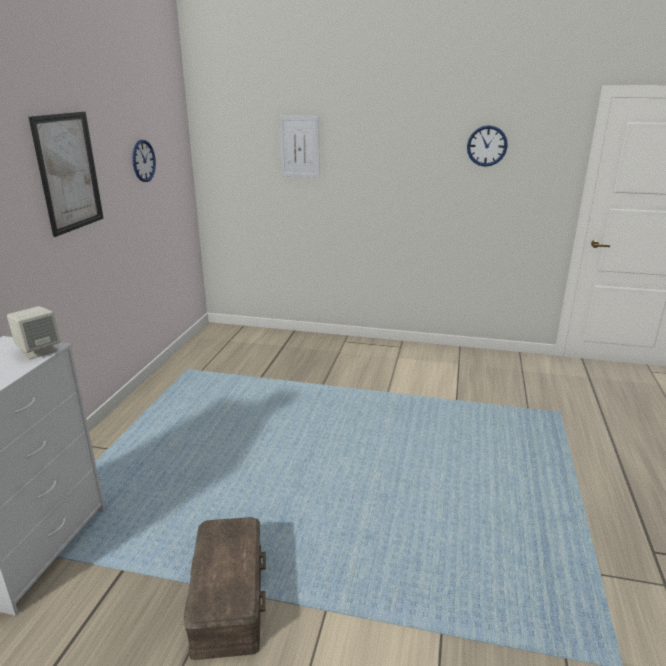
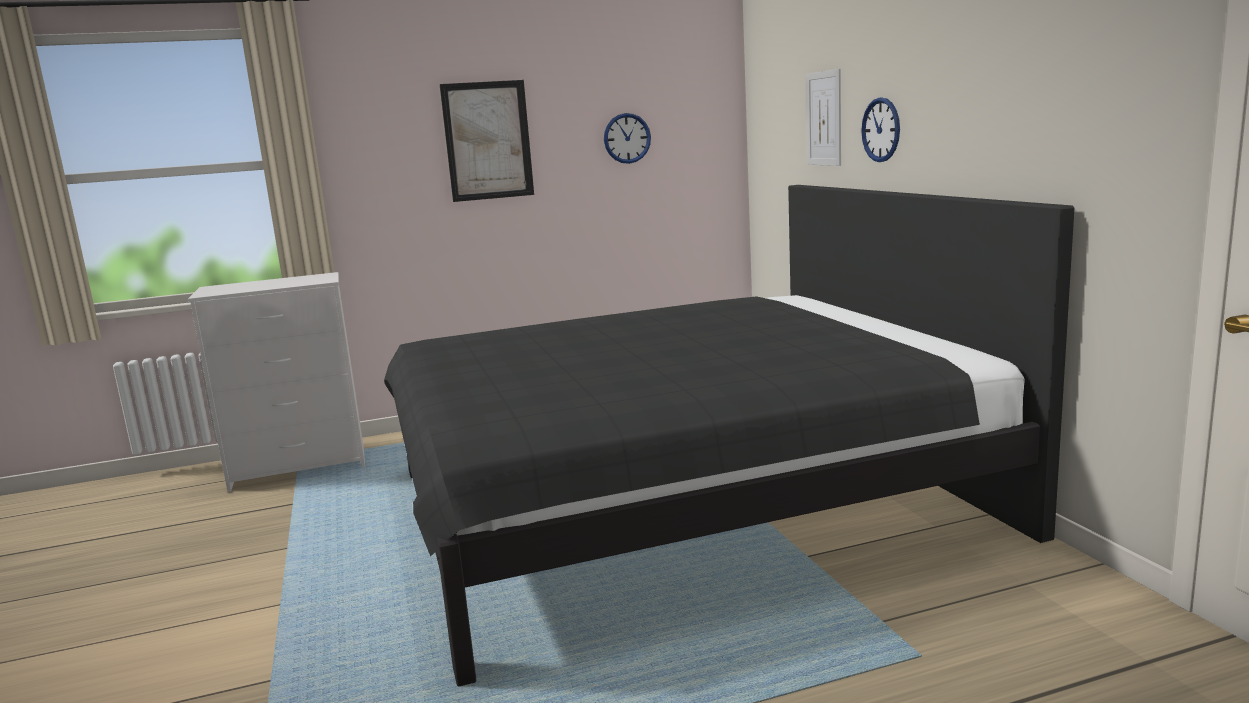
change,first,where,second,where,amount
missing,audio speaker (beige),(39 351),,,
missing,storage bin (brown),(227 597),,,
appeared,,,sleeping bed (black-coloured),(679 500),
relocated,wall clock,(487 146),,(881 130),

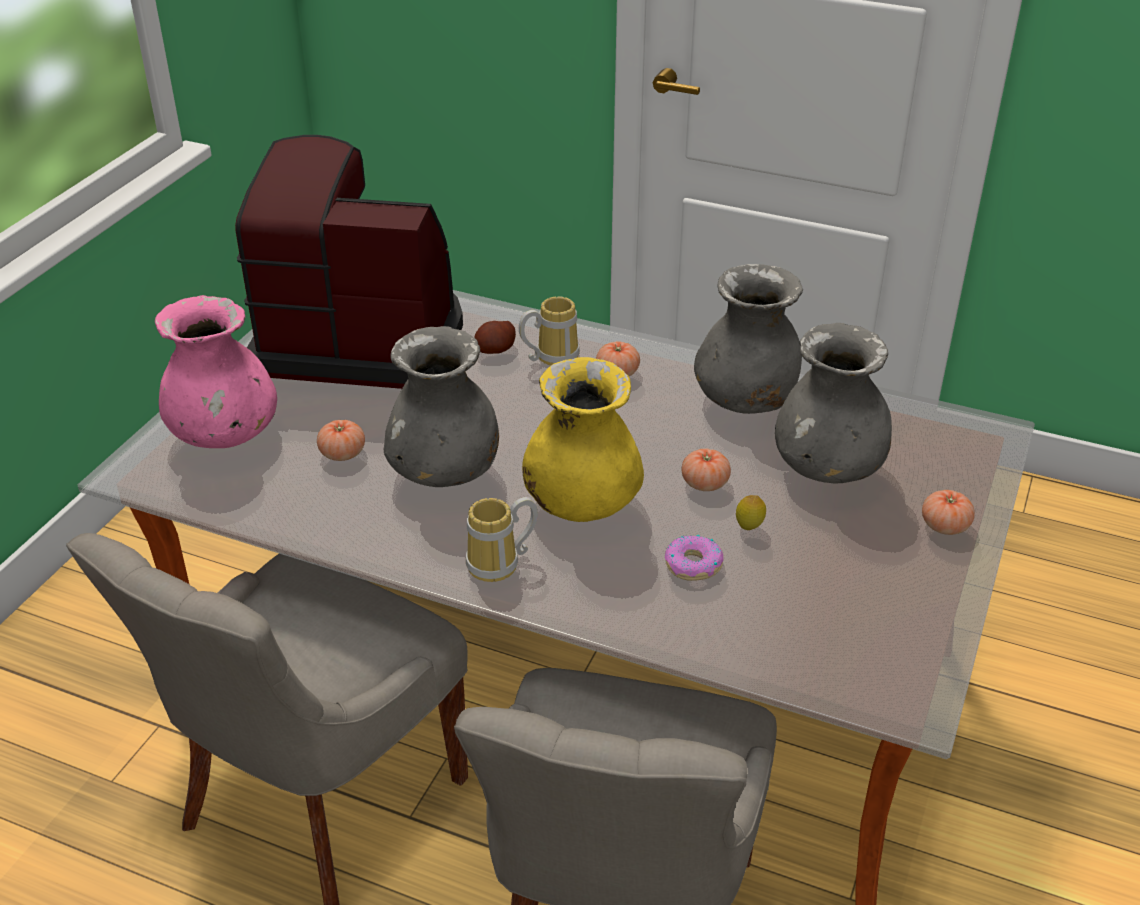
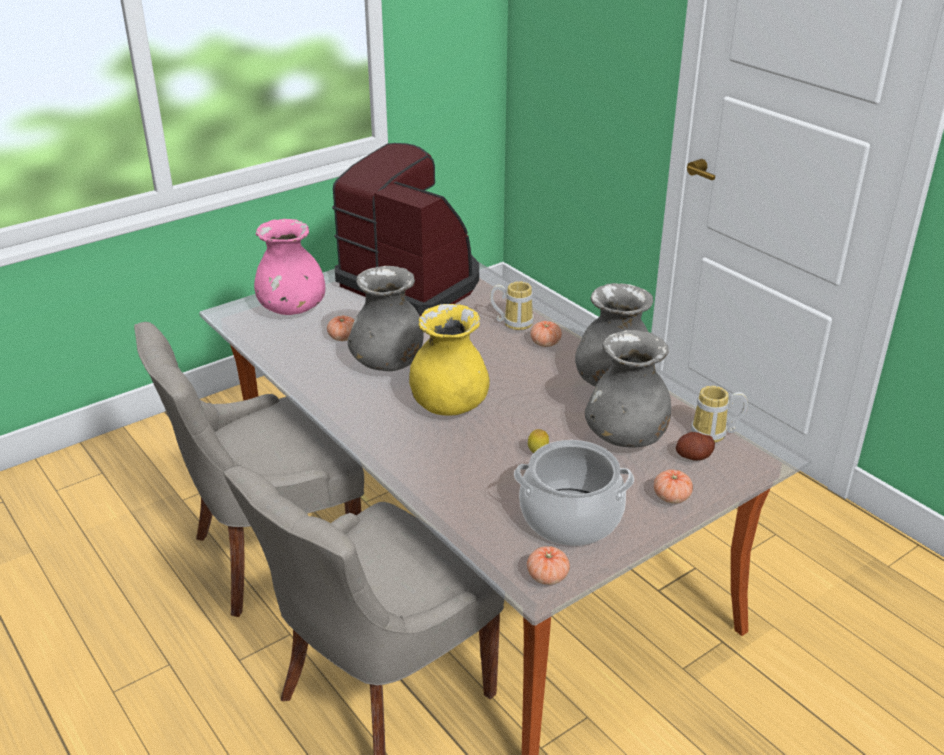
change,first,where,second,where,amount
missing,donut,(693 565),,,
appeared,,,cooking pot,(571 517),
relocated,mug,(500 565),,(714 435),
relocated,whole potato,(495 350),,(694 456),
relocated,fresh tomato,(705 483),,(547 576),

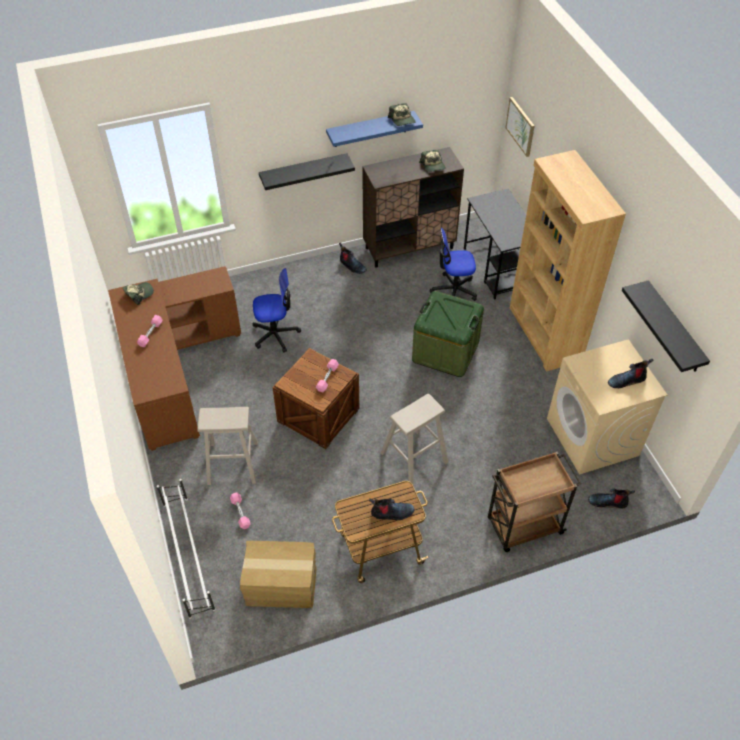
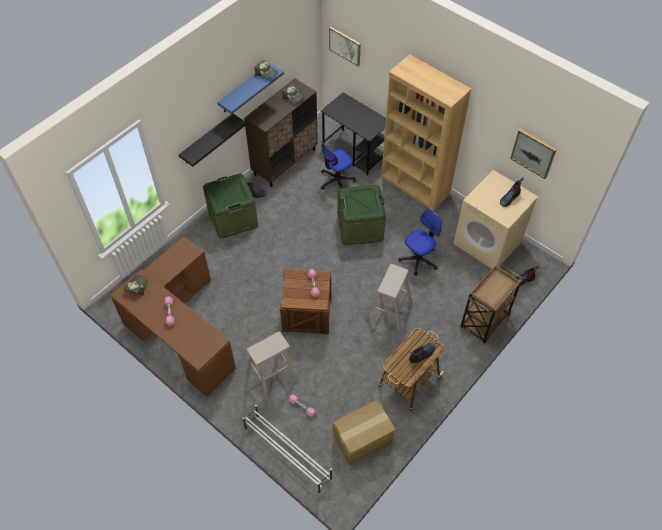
change,first,where,second,where,amount
appeared,,,storage bin (green-coloured),(233 218),
relocated,office chair,(275 334),,(418 259),
exchanged,bracket shelf (black-coloured),(674 328),picture,(533 153),

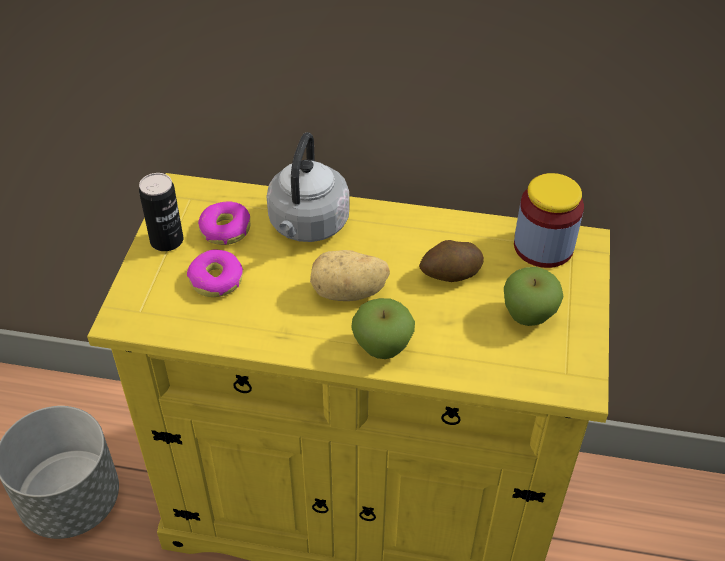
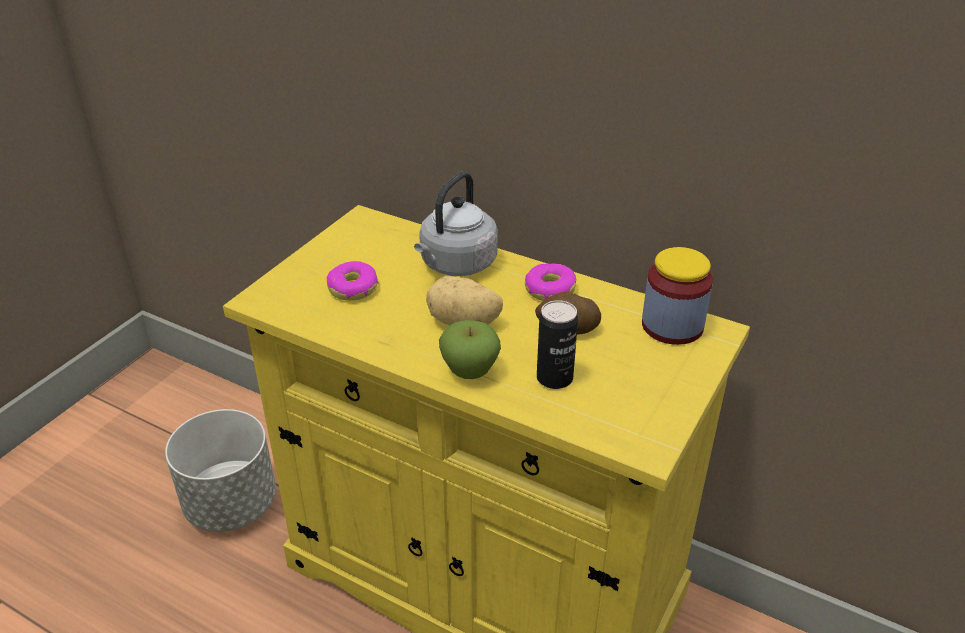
change,first,where,second,where,amount
missing,whole apple,(528 315),,,
relocated,can,(167 241),,(554 378),
relocated,donut,(225 230),,(549 289),

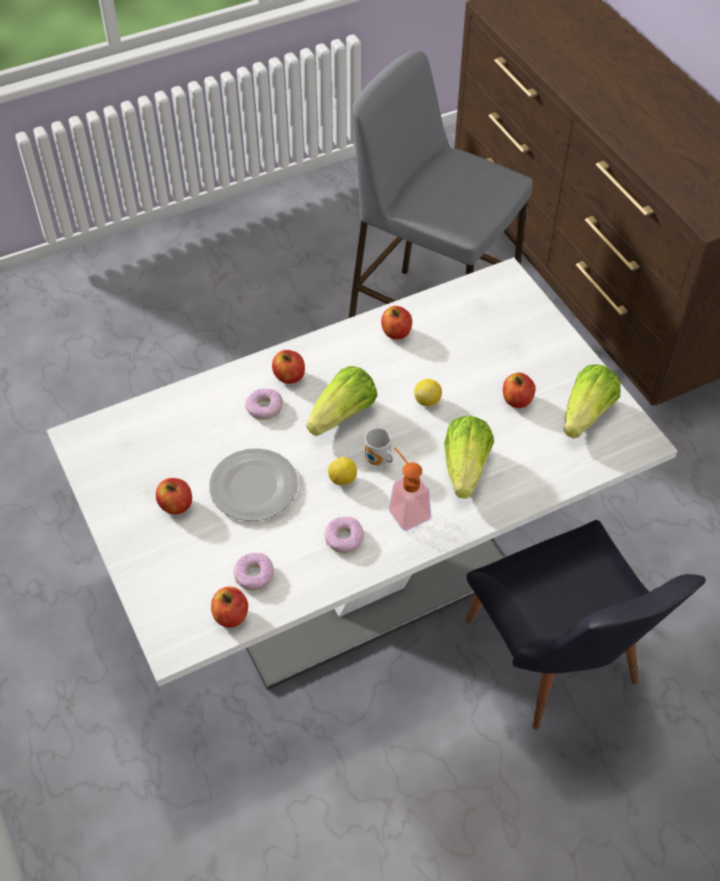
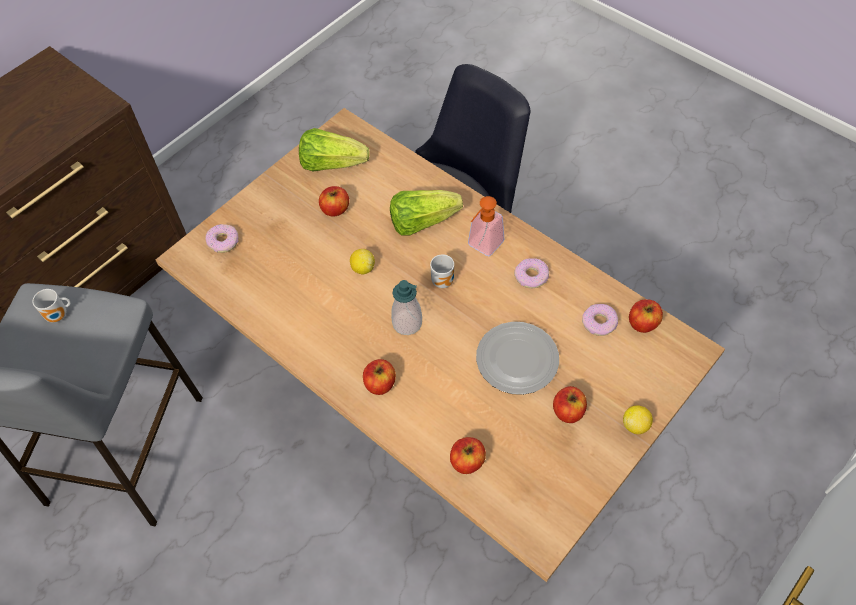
change,first,where,second,where,amount
appeared,,,mug,(59 316),
relocated,donut,(264 408),,(223 241),
relocated,citrus fruit,(342 480),,(635 425),
relocated,whole apple,(396 332),,(467 461),
exchanged,lettuce head,(343 415),soap bottle,(407 323),
colour,dining table (white-coloured),(359 574),dining table (brown),(432 405),

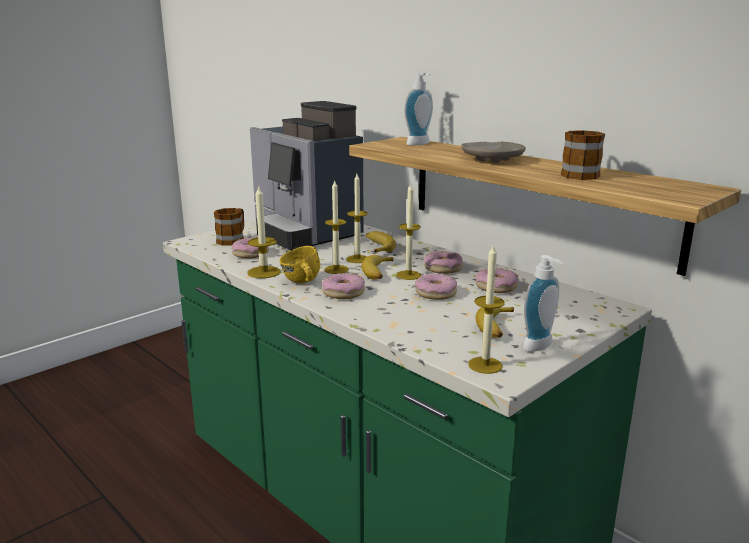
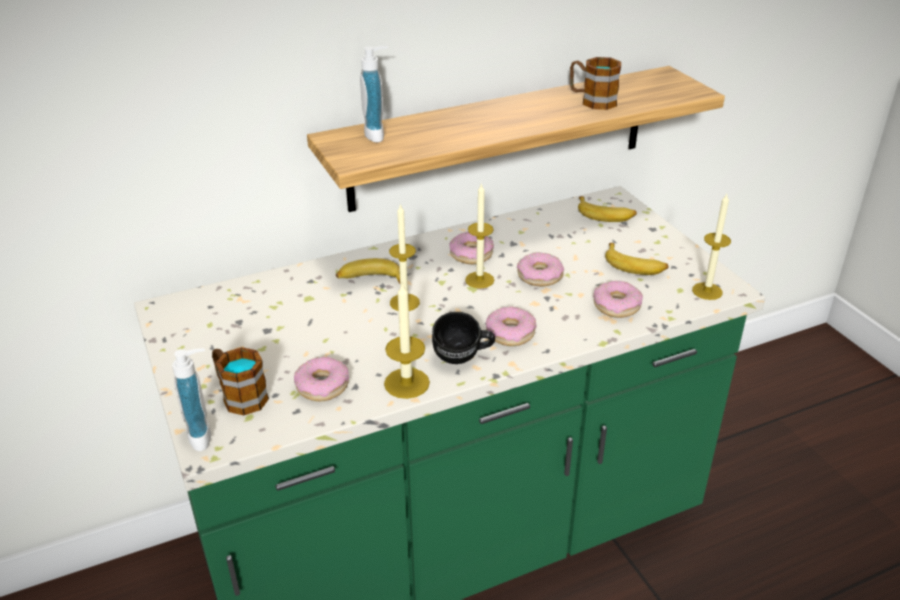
change,first,where,second,where,amount
missing,coffee machine,(304 232),,,
missing,wax light,(336 269),,,
missing,flat dish (beige),(492 159),,,
relocated,whole banana,(378 273),,(605 215),
relocated,donut,(496 287),,(616 306),
relocated,soap bottle,(541 347),,(205 435),
colour,mug (yellow-coloured),(301 283),mug (black-coloured),(463 358),

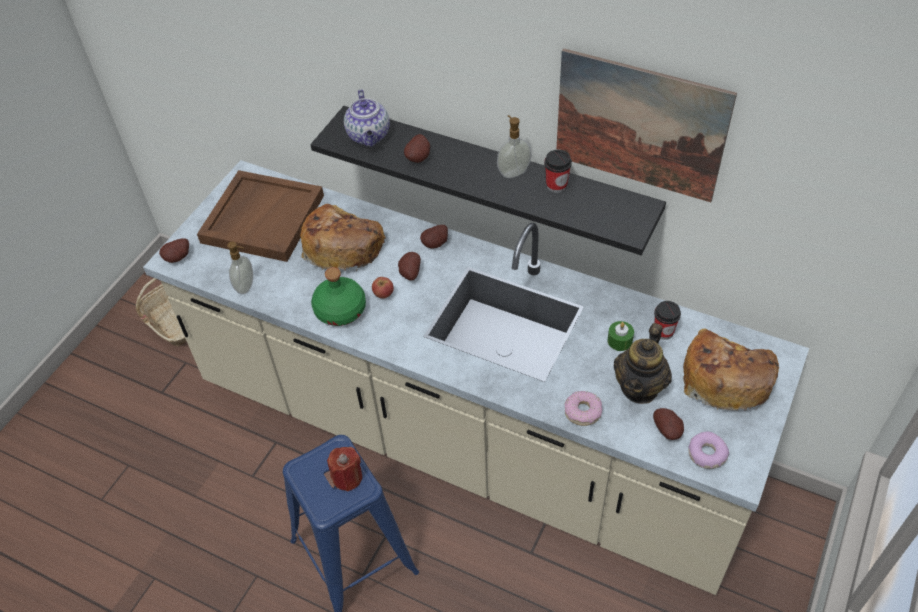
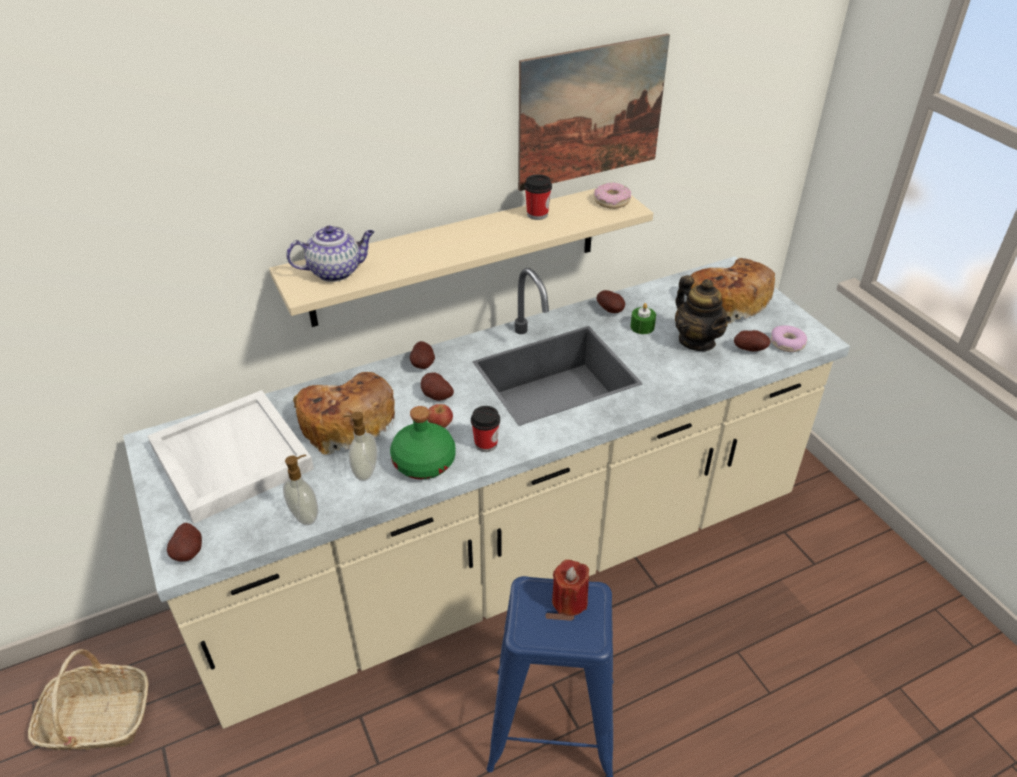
change,first,where,second,where,amount
relocated,whole potato,(419 158),,(611 311),
relocated,soap bottle,(513 172),,(364 471),
relocated,donut,(583 412),,(612 201),
relocated,cup,(663 332),,(486 444),
colour,tray (brown),(262 218),tray (white-coloured),(230 458),
colour,bracket shelf (black-coloured),(496 177),bracket shelf (beige),(457 254),
spun,pot for tea,(369 136),,(336 271),45 degrees counterclockwise

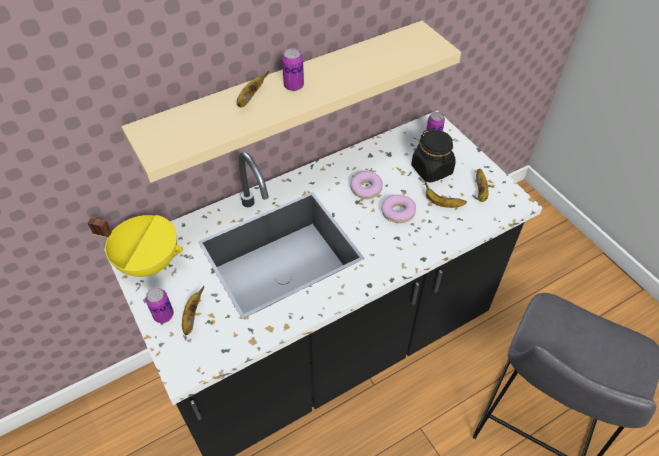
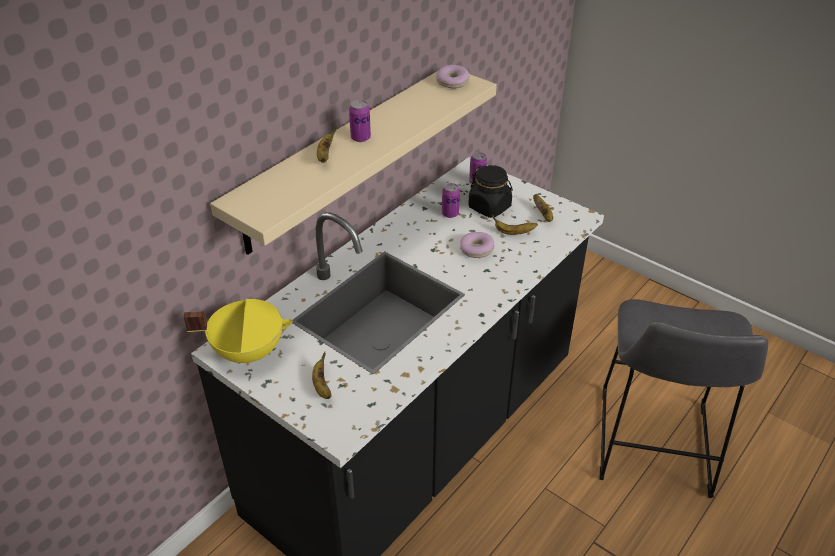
change,first,where,second,where,amount
relocated,can,(163 315),,(450 214),
relocated,donut,(366 189),,(452 82),

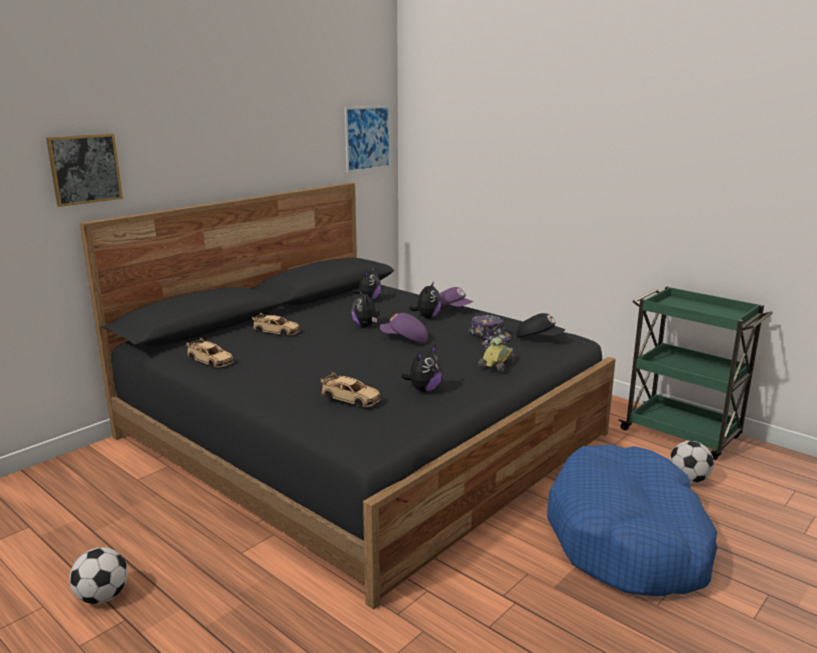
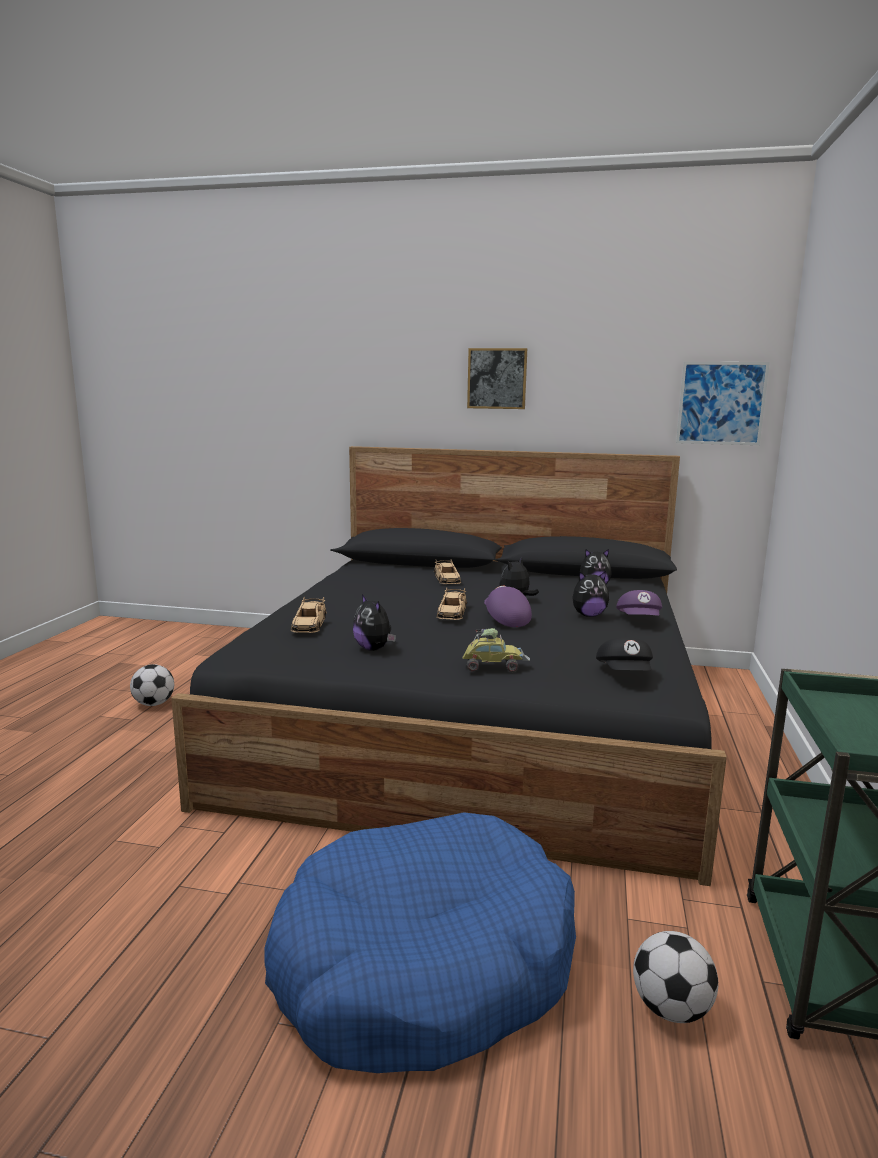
change,first,where,second,where,amount
missing,peaked cap,(490 335),,,
relocated,picture,(85 169),,(497 378),
relocated,miniature car (beige),(210 360),,(452 612),
spun,cuddly toy,(424 390),,(374 648),45 degrees clockwise

